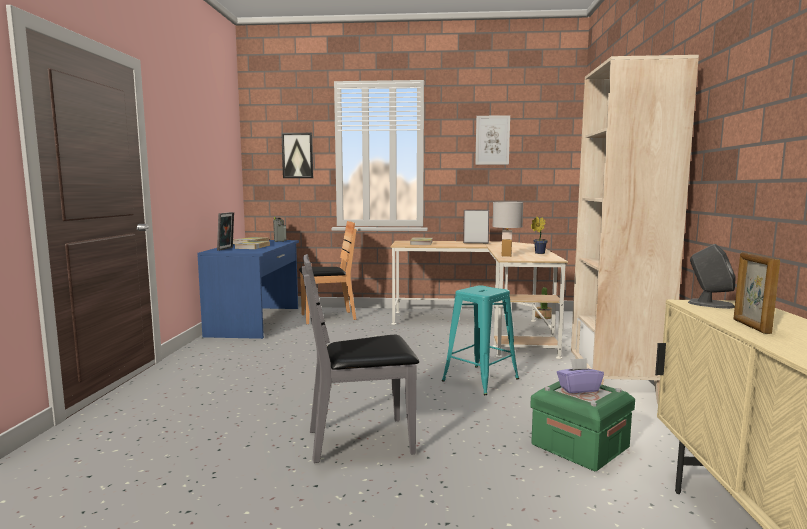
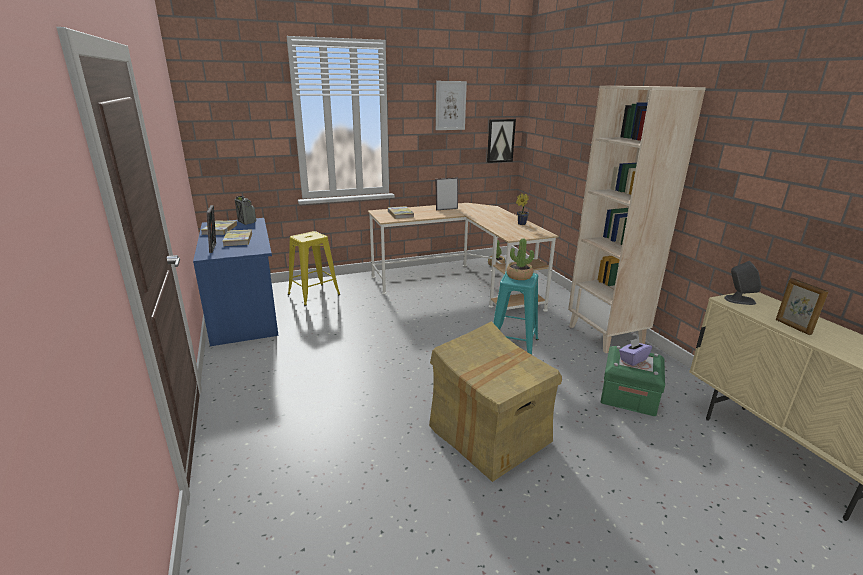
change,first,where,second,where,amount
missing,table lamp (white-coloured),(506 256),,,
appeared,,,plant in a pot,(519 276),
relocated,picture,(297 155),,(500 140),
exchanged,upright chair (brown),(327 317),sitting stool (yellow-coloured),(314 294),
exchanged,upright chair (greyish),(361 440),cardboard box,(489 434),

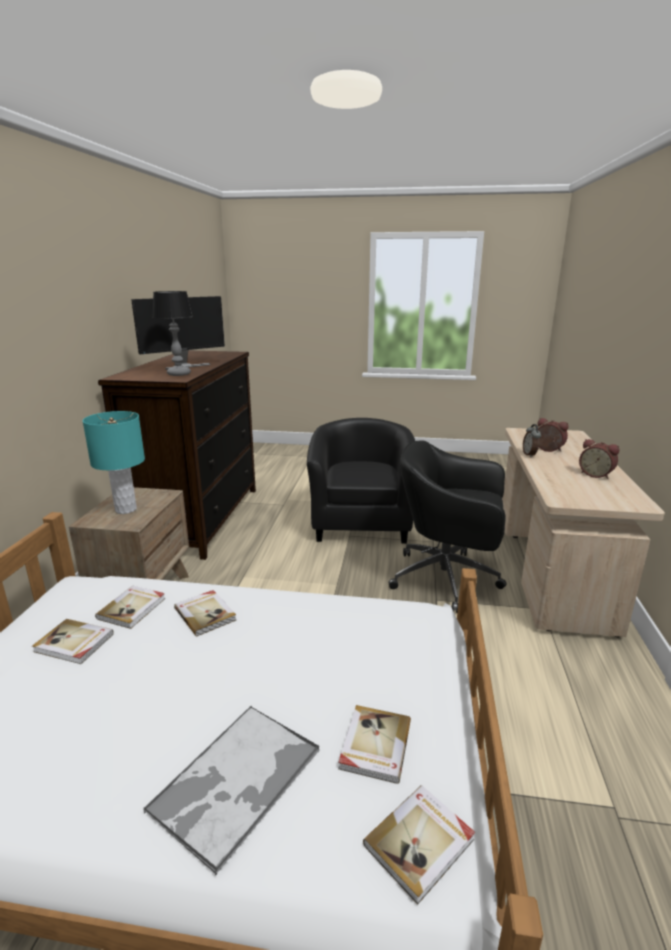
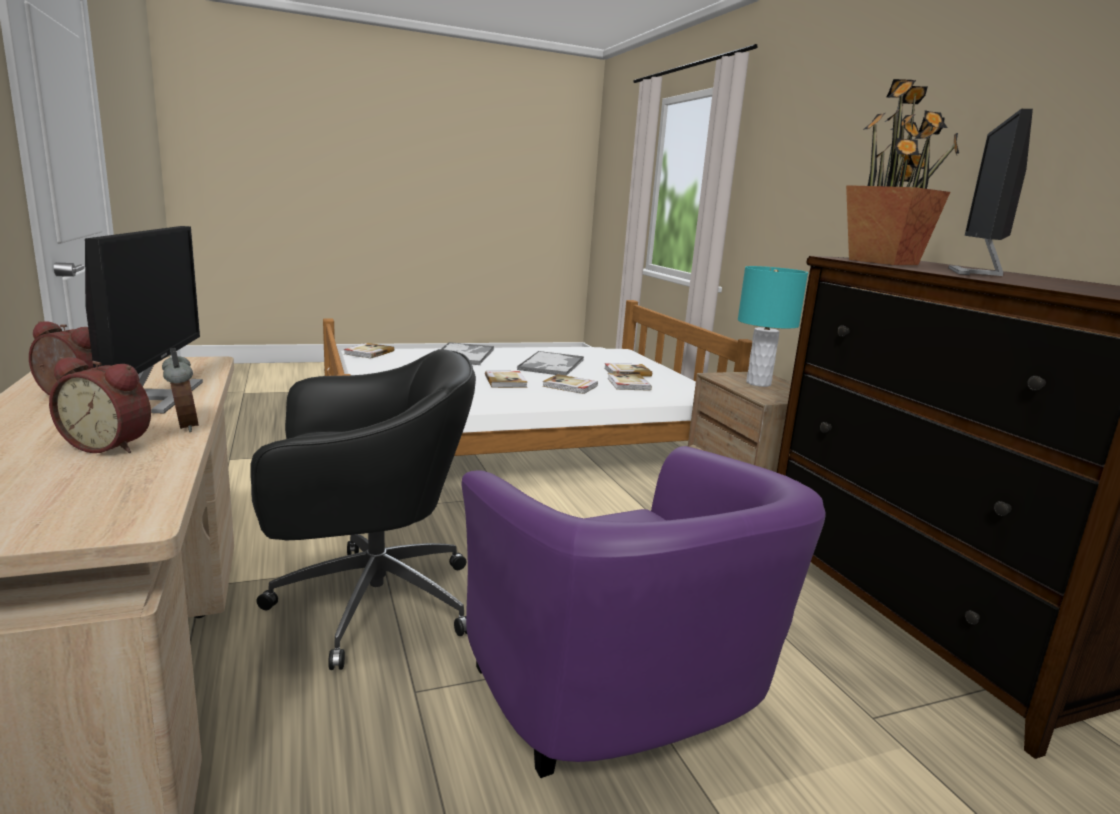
change,first,where,second,where,amount
appeared,,,monitor,(158 396),
appeared,,,tray,(551 365),
relocated,volume,(374 745),,(506 381),
exchanged,table lamp,(179 374),plant in a pot,(884 262),
colour,armchair (black-coloured),(361 523),armchair (purple-coloured),(622 707),

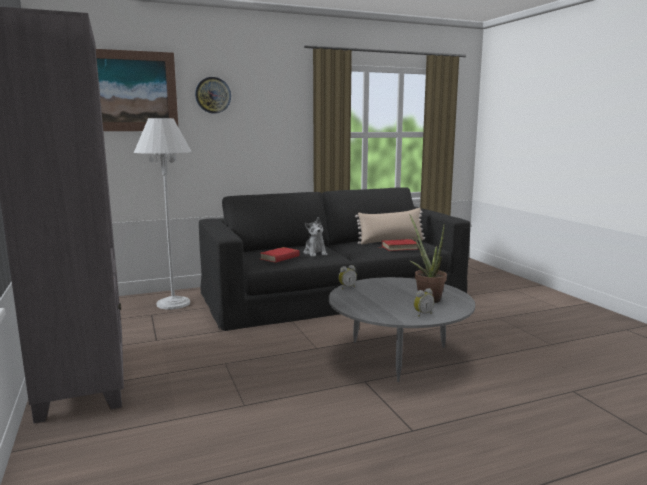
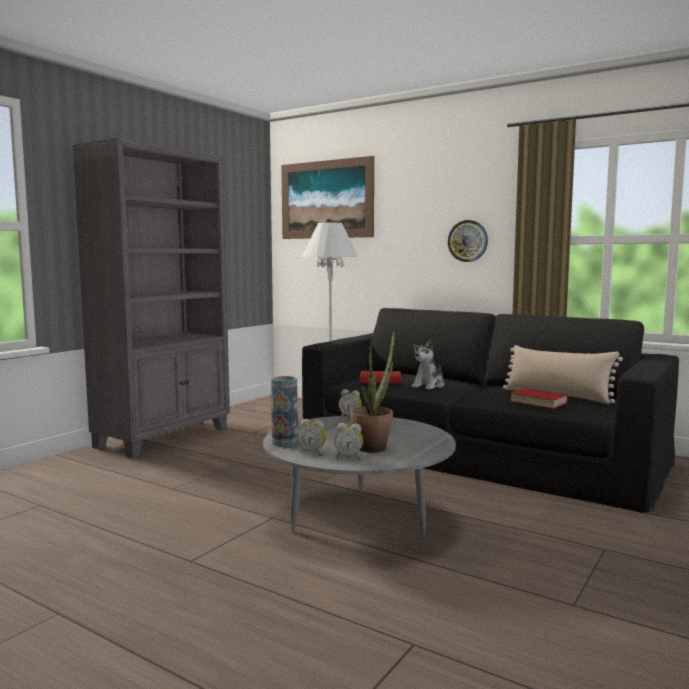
change,first,where,second,where,amount
appeared,,,vase,(285 442),
appeared,,,table clock,(349 457),
relocated,wall clock,(213 95),,(468 241),

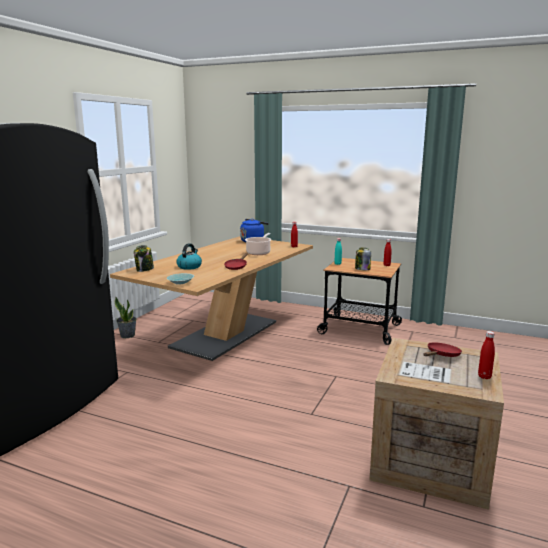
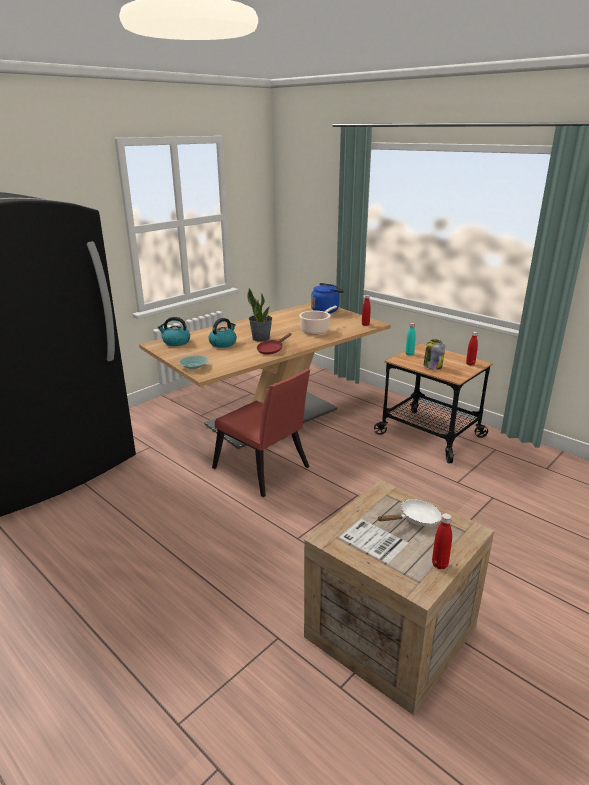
change,first,where,second,where,amount
appeared,,,upright chair (reddish),(264 471),
relocated,plant in a pot,(127 335),,(261 338),
exchanged,jar,(144 269),water kettle,(176 342),
colour,pan (reddish),(441 355),pan (white-coloured),(416 519),

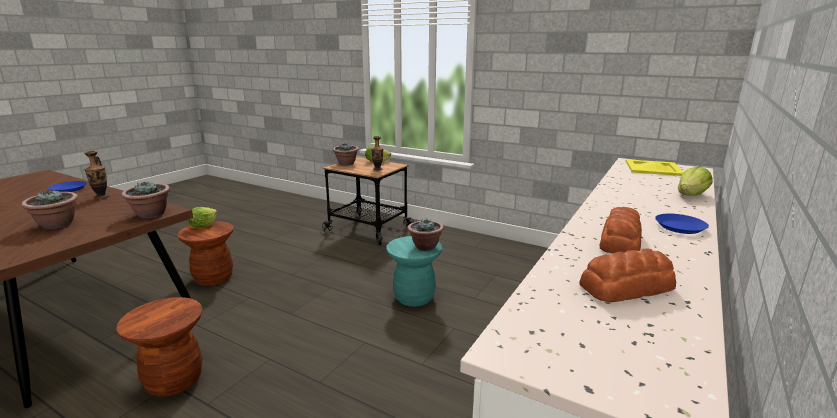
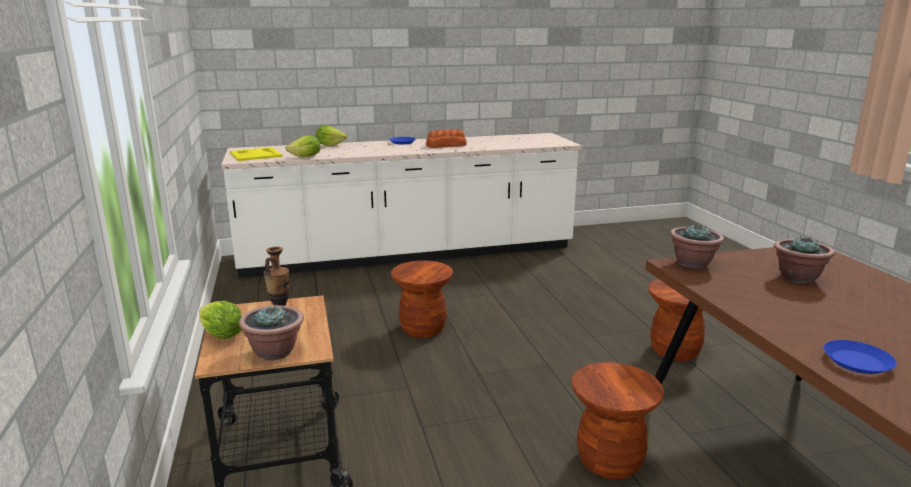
change,first,where,second,where,amount
missing,vase,(101 197),,,
missing,plant in a pot,(425 247),,,
missing,bread,(627 287),,,
relocated,lettuce head,(203 226),,(306 157),
colour,sitting stool (turquoise-coloured),(414 297),sitting stool (brown),(423 329),

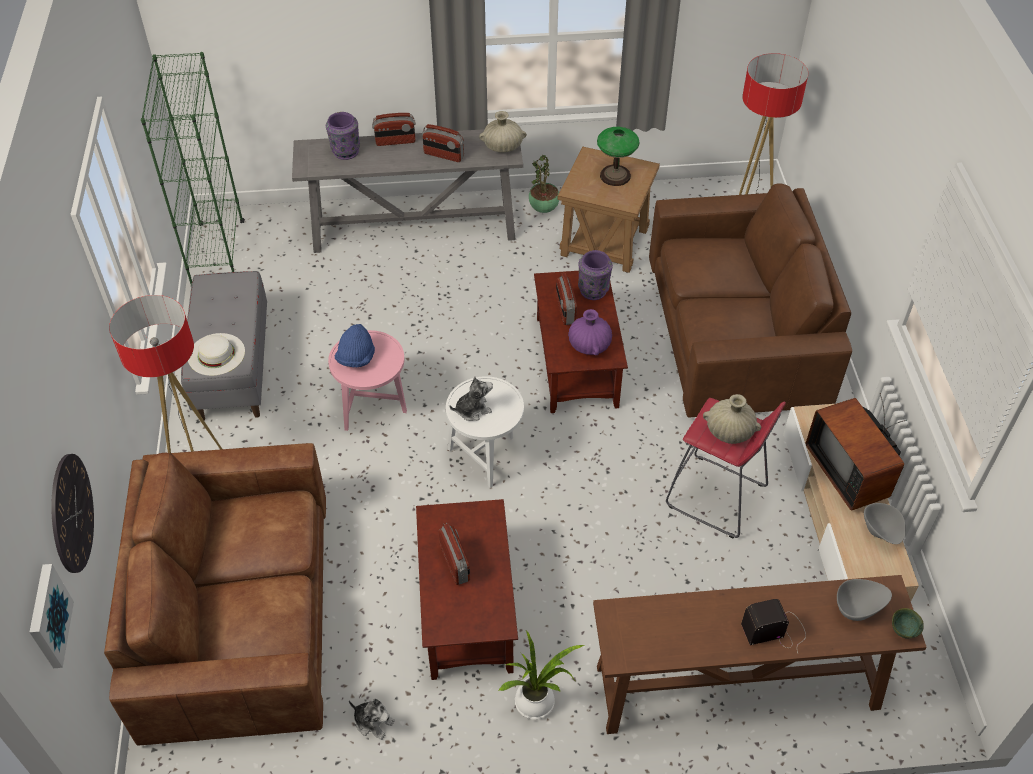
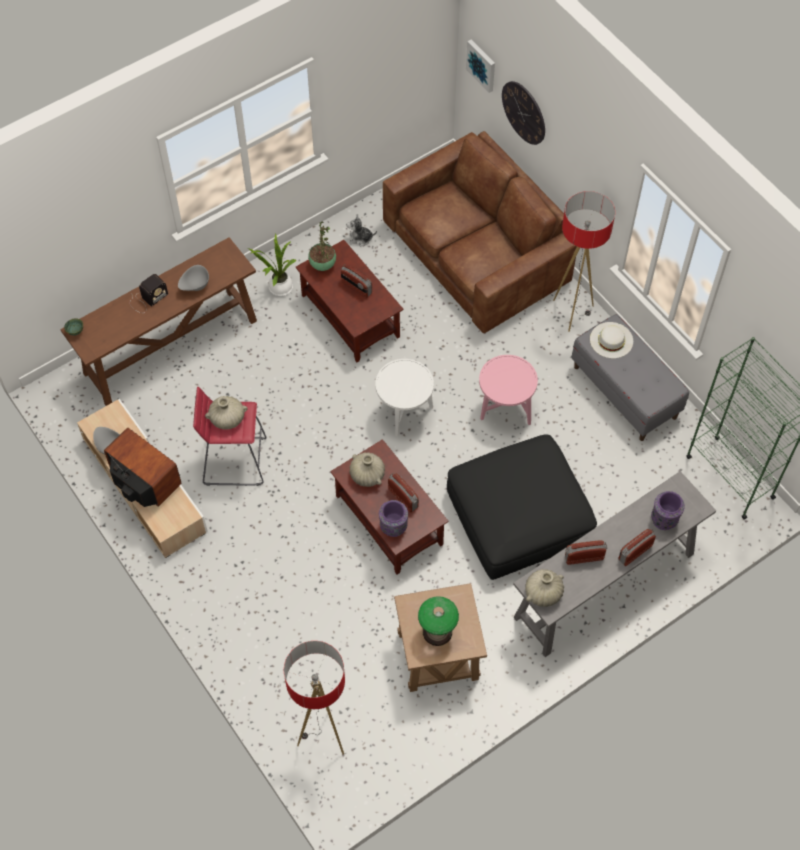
change,first,where,second,where,amount
missing,wearable hat (bluish),(356 358),,,
missing,cuddly toy,(472 410),,,
missing,settee (brown),(736 332),,,
appeared,,,pouffe (black-coloured),(518 516),
relocated,plant in a pot,(543 209),,(322 264),
relocated,bowl (greyish),(857 609),,(195 286),
colour,vase (purple-coloured),(589 345),vase (beige),(367 475),

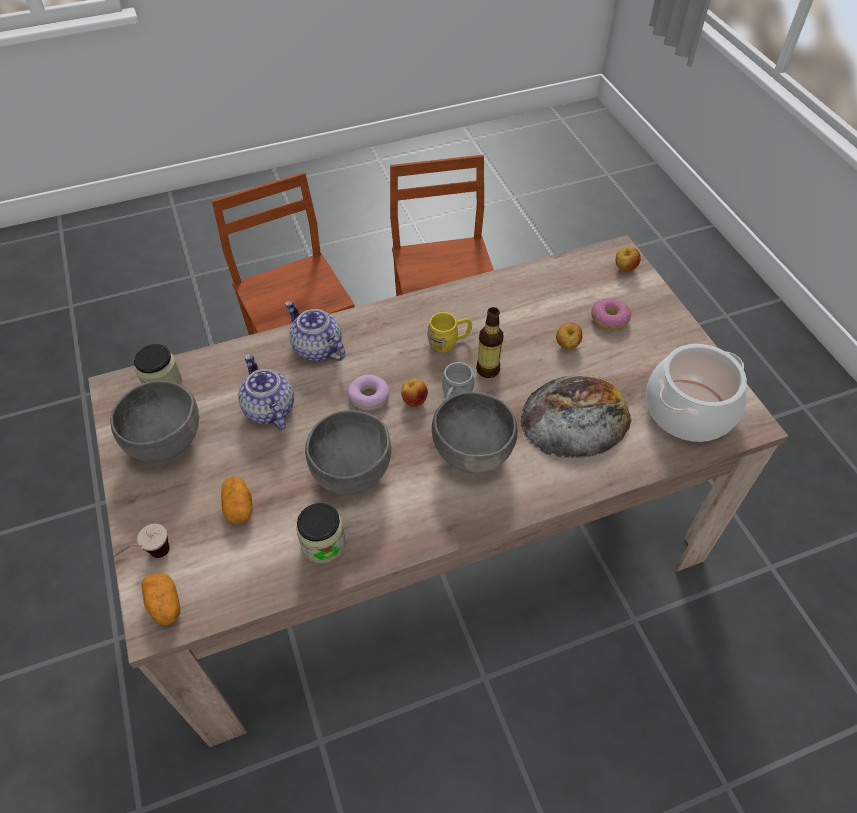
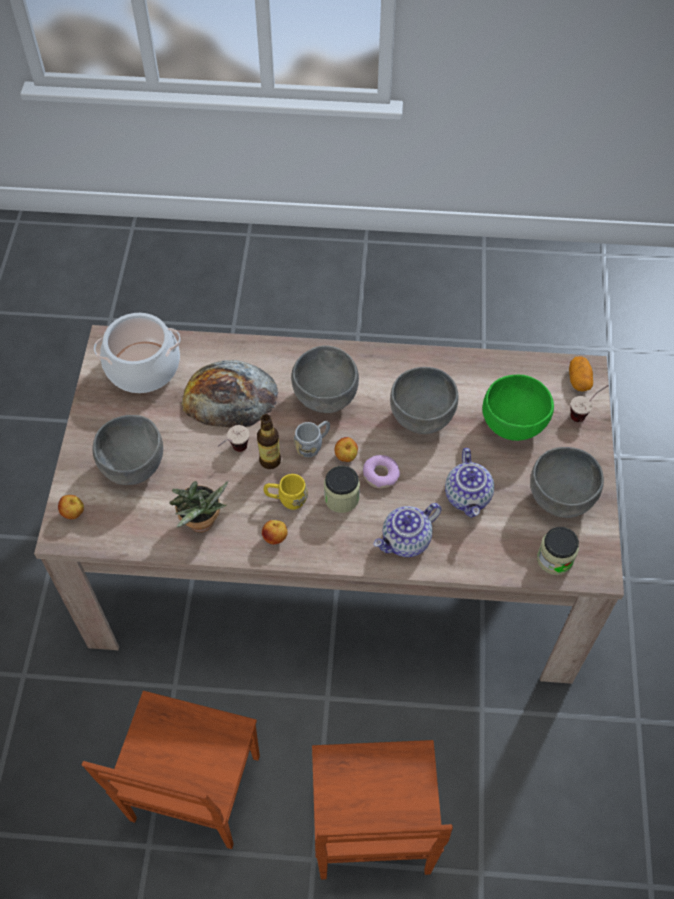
change,first,where,second,where,amount
appeared,,,plant in a pot,(202 525),
appeared,,,cup,(234 452),
relocated,jar,(323 543),,(341 498),
relocated,whole apple,(567 345),,(275 538),
exchanged,whole potato,(239 507),bowl (green-coloured),(514 425),
exchanged,donut,(609 319),bowl (greyish),(133 466),
spun,pot for tea,(316 348),,(406 541),75 degrees clockwise

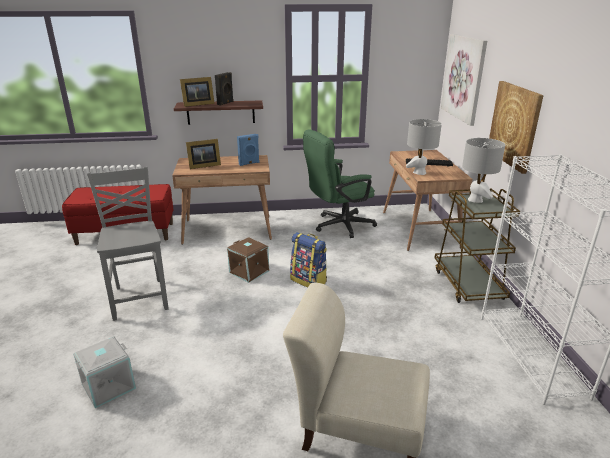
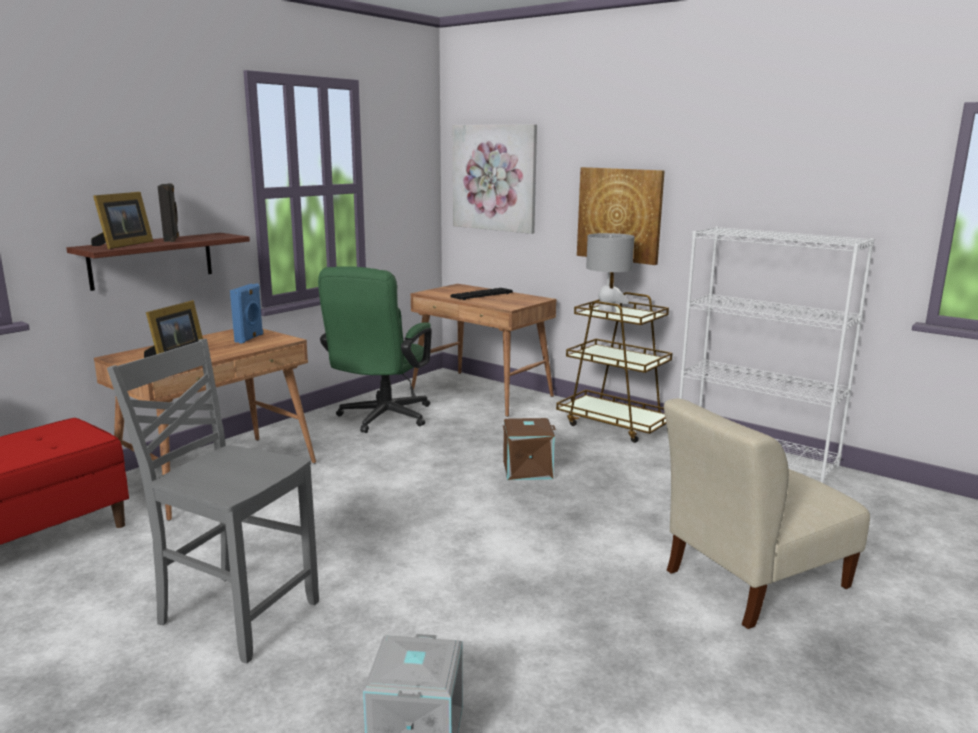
change,first,where,second,where,amount
missing,rucksack,(309 280),,,
missing,table lamp (greyish),(419 172),,,
relocated,storage bin (brown),(249 271),,(527 469),

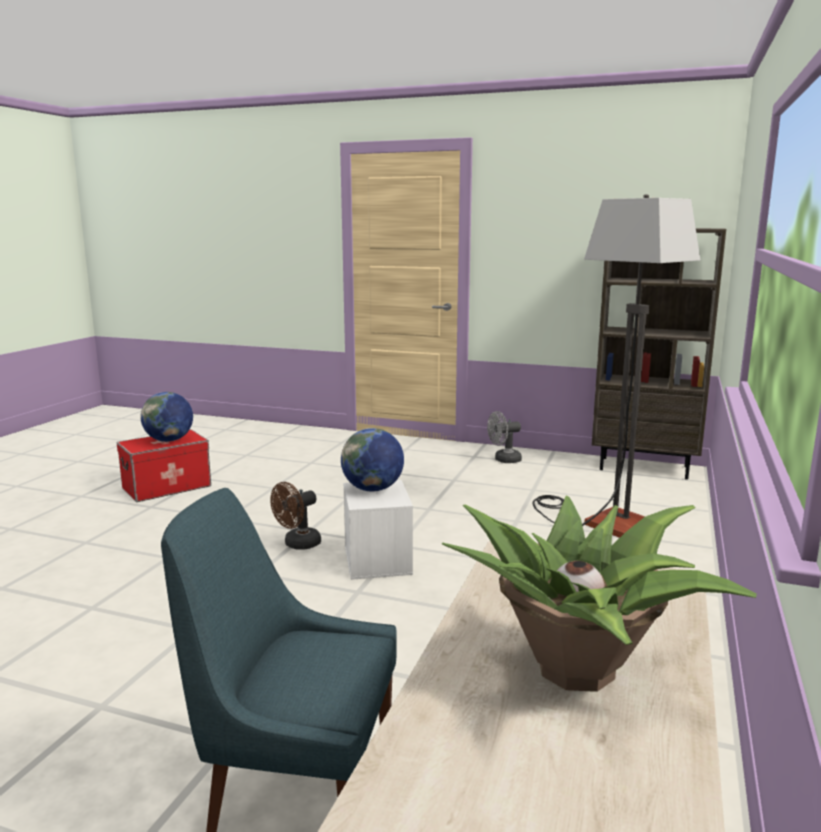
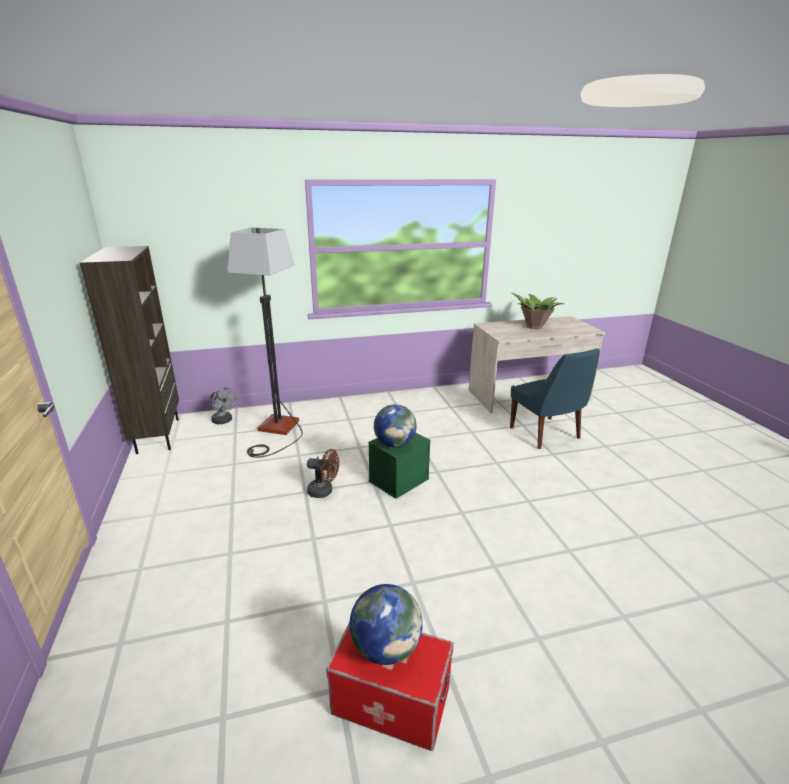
change,first,where,second,where,amount
relocated,electric fan (brown),(298 545),,(324 491),
relocated,electric fan (greyish),(503 460),,(224 421),
colour,storage bin (white-coloured),(378 560),storage bin (green-coloured),(399 479),

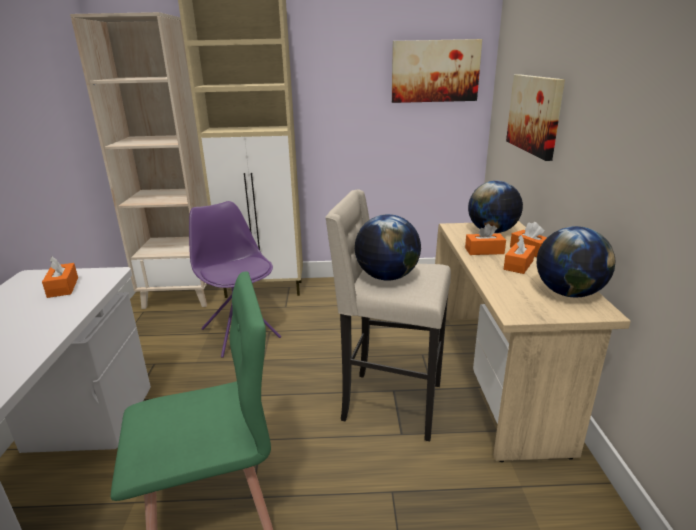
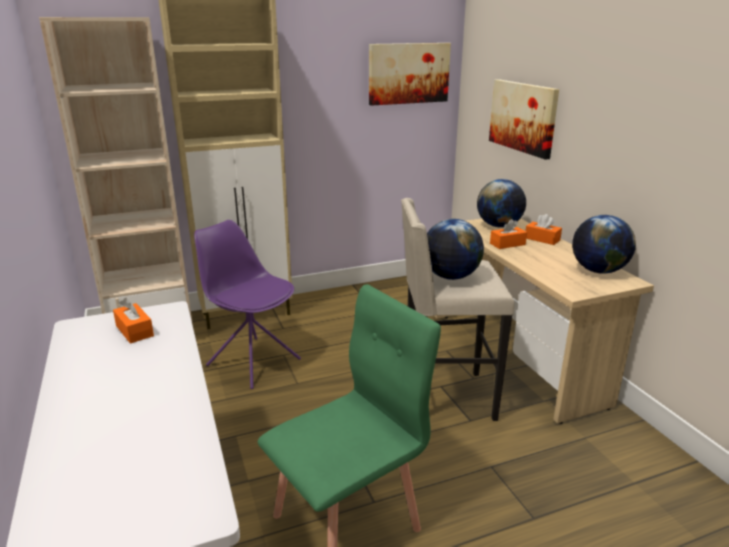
change,first,where,second,where,amount
missing,box of tissues (orange-coloured),(518 265),,,

